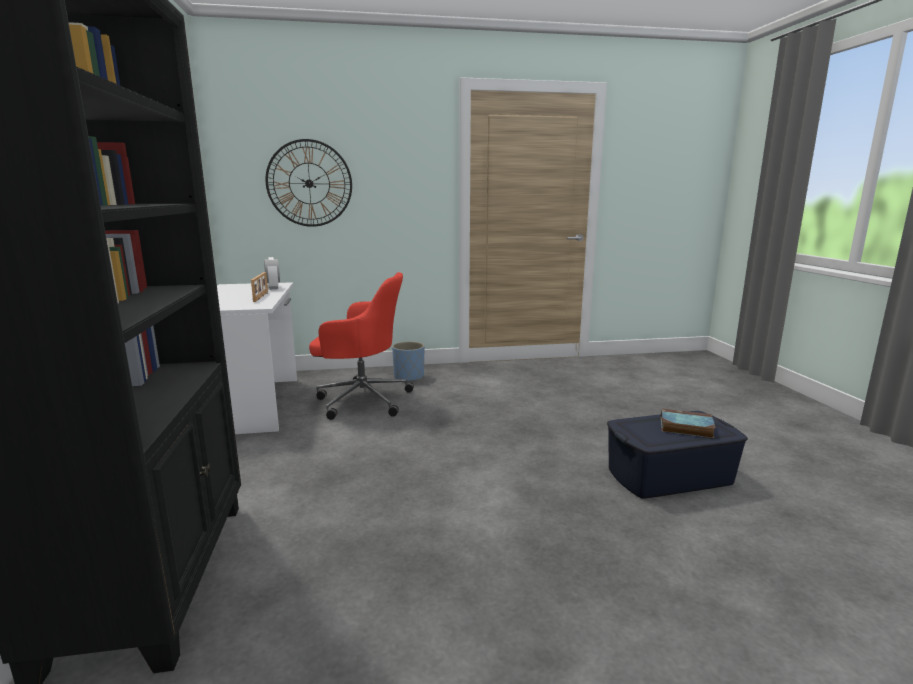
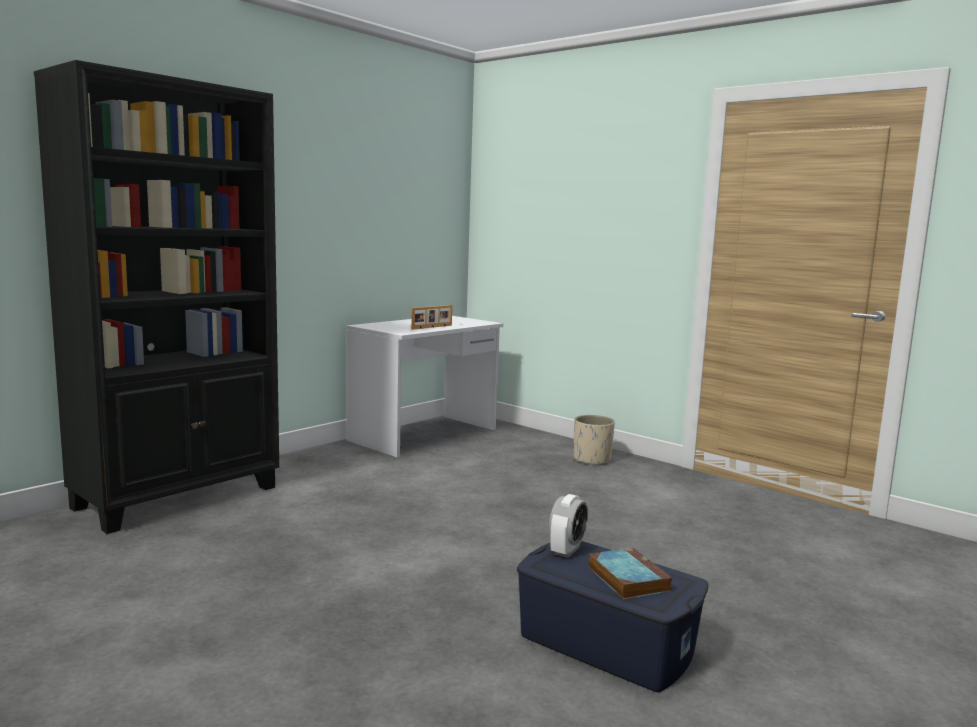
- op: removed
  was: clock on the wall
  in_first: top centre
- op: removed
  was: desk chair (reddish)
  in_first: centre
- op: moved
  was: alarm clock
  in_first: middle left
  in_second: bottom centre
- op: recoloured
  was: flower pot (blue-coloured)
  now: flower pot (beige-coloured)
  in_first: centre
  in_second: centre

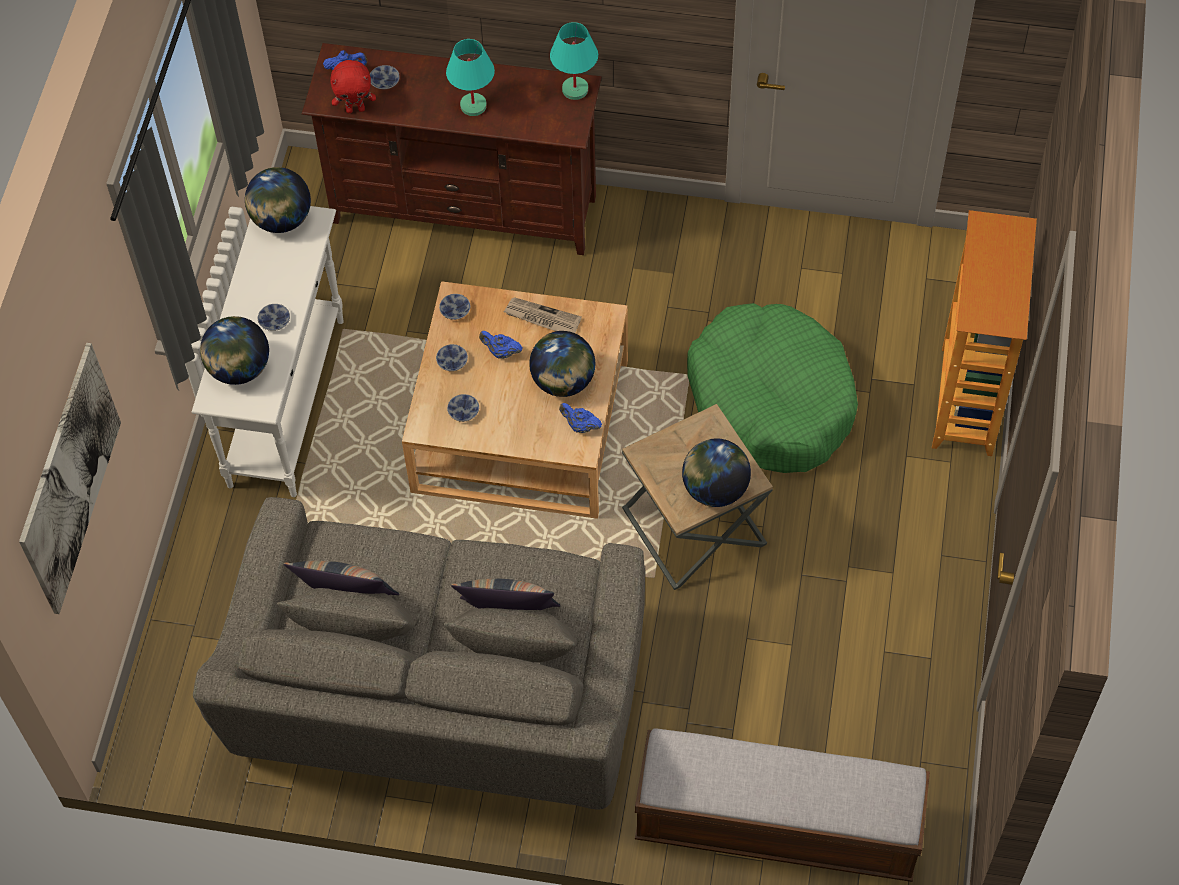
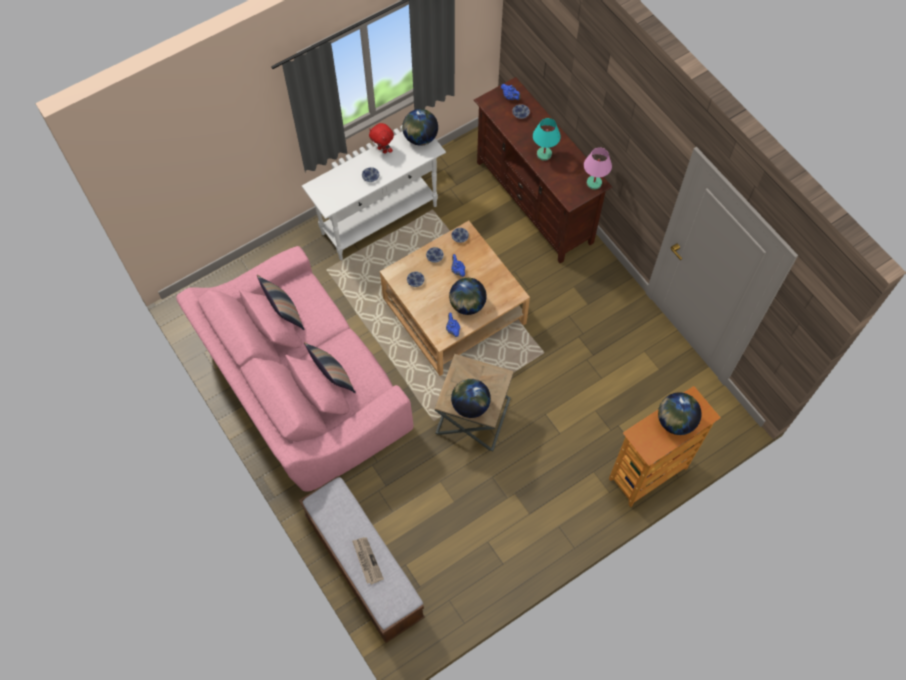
- op: removed
  was: picture
  in_first: middle left
- op: removed
  was: pet bed (green)
  in_first: centre
- op: moved
  was: desk globe (1st from left in the first image)
  now: desk globe (4th from left)
  in_first: middle left
  in_second: middle right
- op: moved
  was: soft toy (reddish)
  in_first: top left
  in_second: top centre
- op: moved
  was: printed paper
  in_first: centre
  in_second: bottom centre
- op: recoloured
  was: settee (greyish)
  now: settee (pink-coloured)
  in_first: bottom centre
  in_second: middle left
- op: recoloured
  was: lamp for a table (turquoise-coloured) (2nd from left)
  now: lamp for a table (pink-coloured)
  in_first: top centre
  in_second: top centre

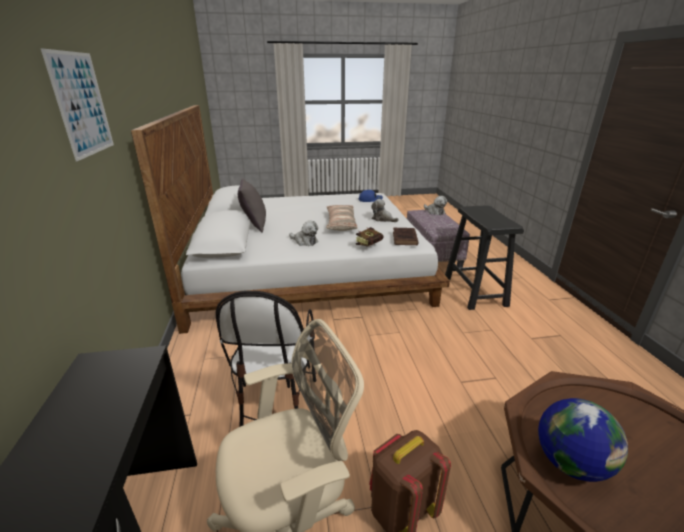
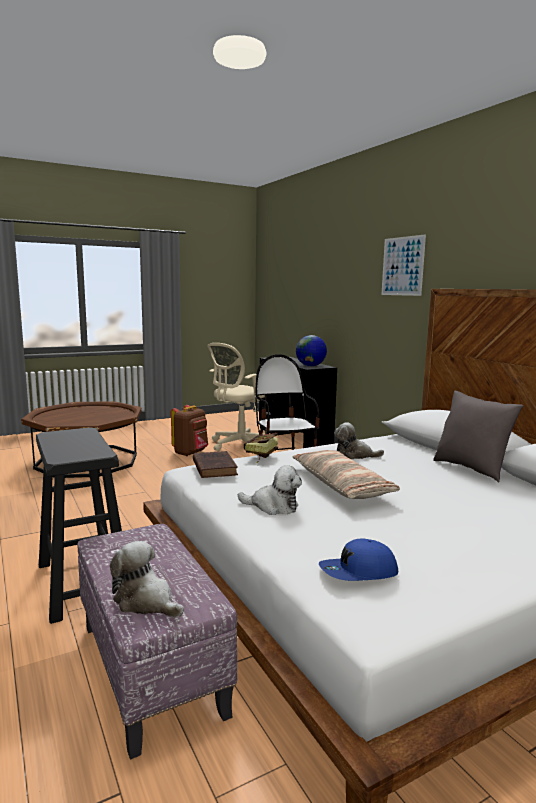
- op: moved
  was: desk globe
  in_first: bottom right
  in_second: centre

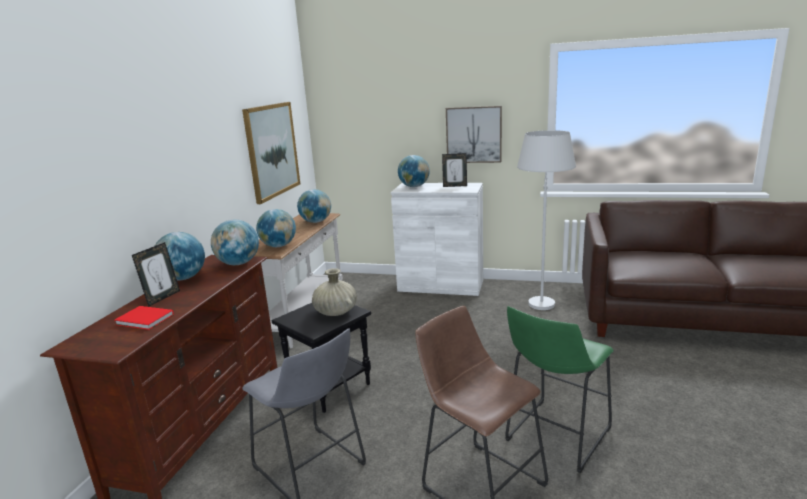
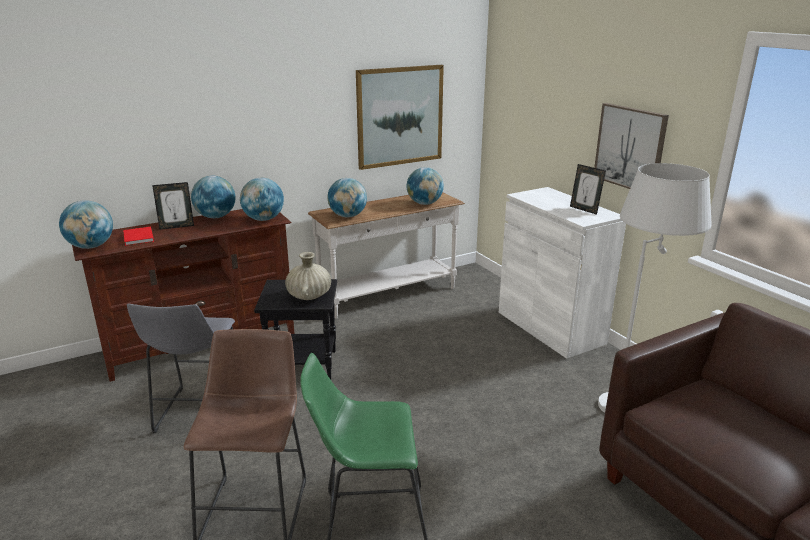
- op: moved
  was: desk globe (5th from left in the first image)
  now: desk globe (1st from left)
  in_first: centre
  in_second: middle left

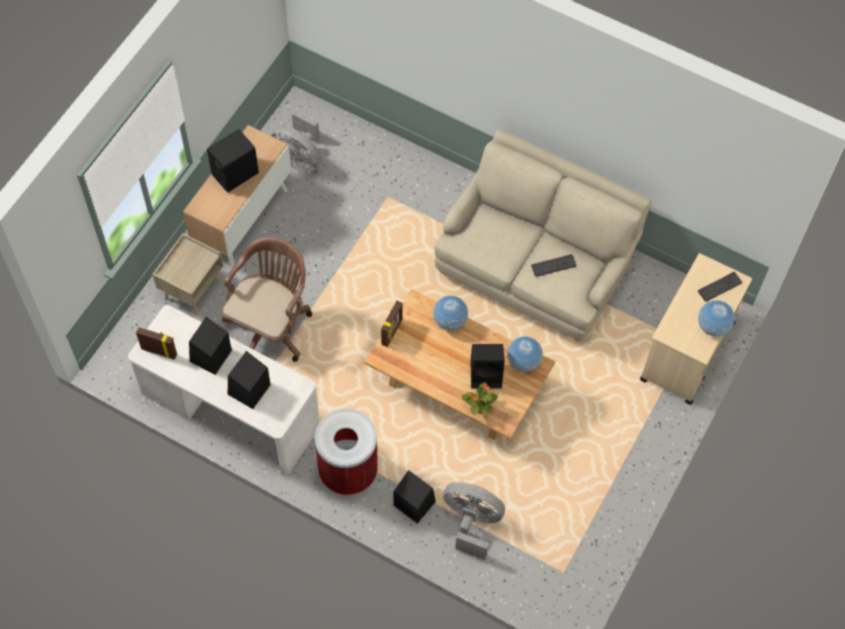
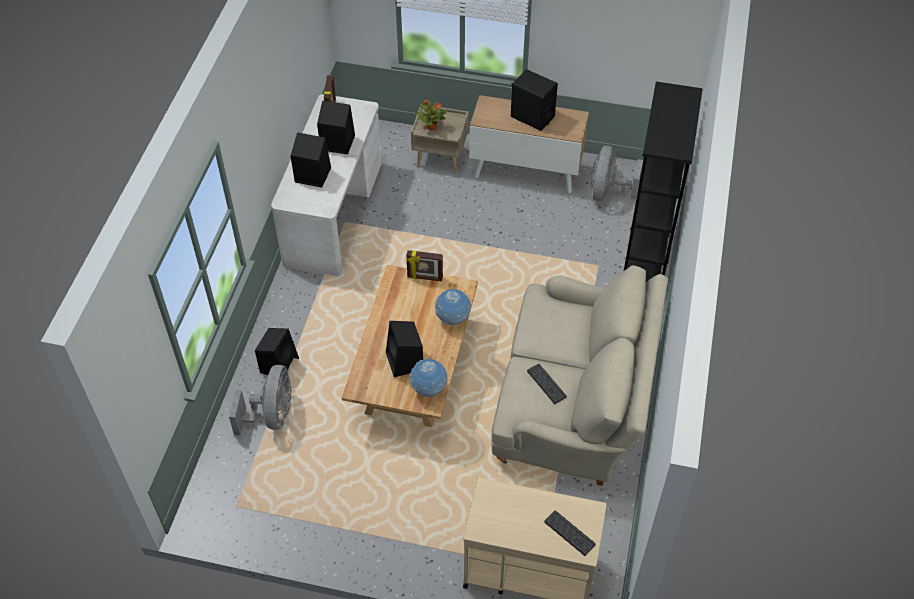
- op: removed
  was: desk chair (brown-coloured)
  in_first: middle left
- op: removed
  was: waste bin
  in_first: bottom centre
- op: removed
  was: desk globe (3rd from left)
  in_first: middle right
- op: added
  now: bookshelf (black-coloured)
  in_second: top right
- op: moved
  was: potted plant
  in_first: centre
  in_second: top centre

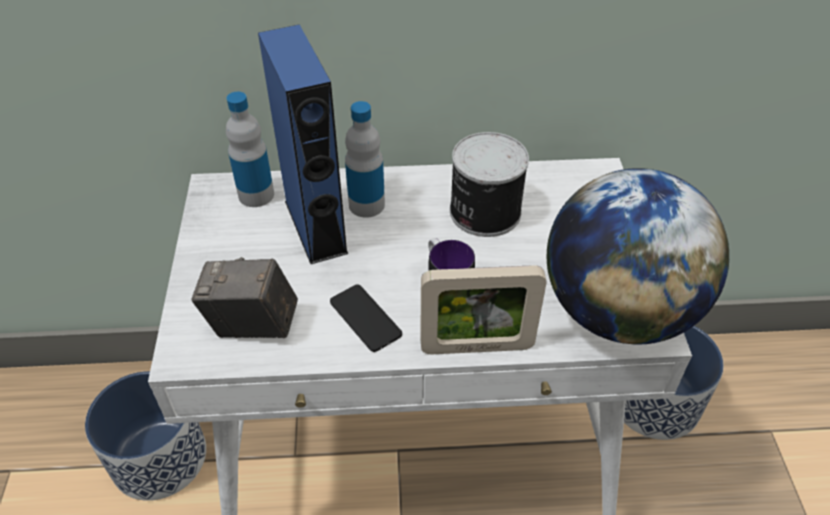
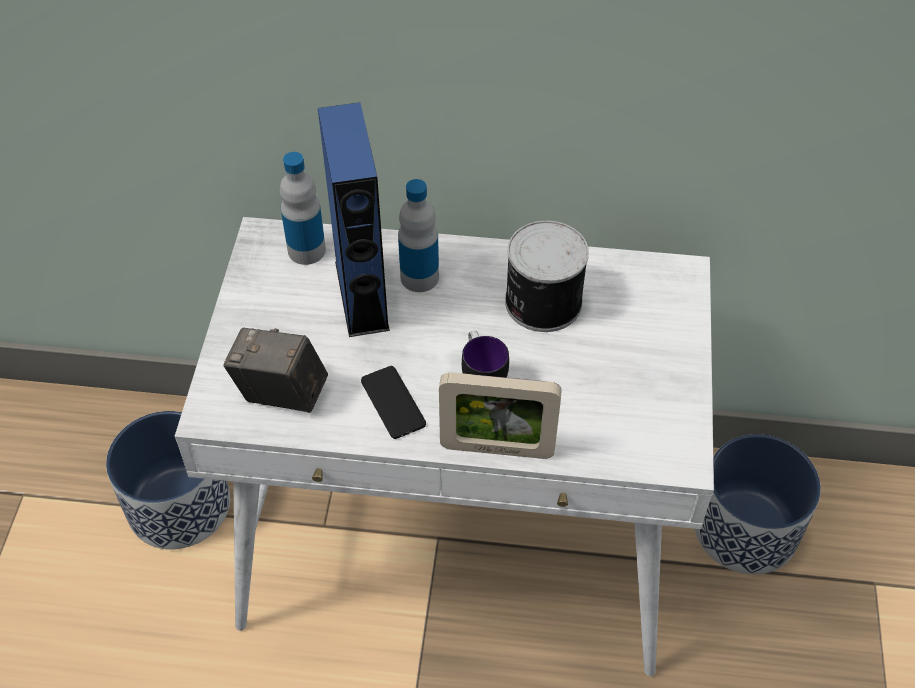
- op: removed
  was: desk globe
  in_first: middle right

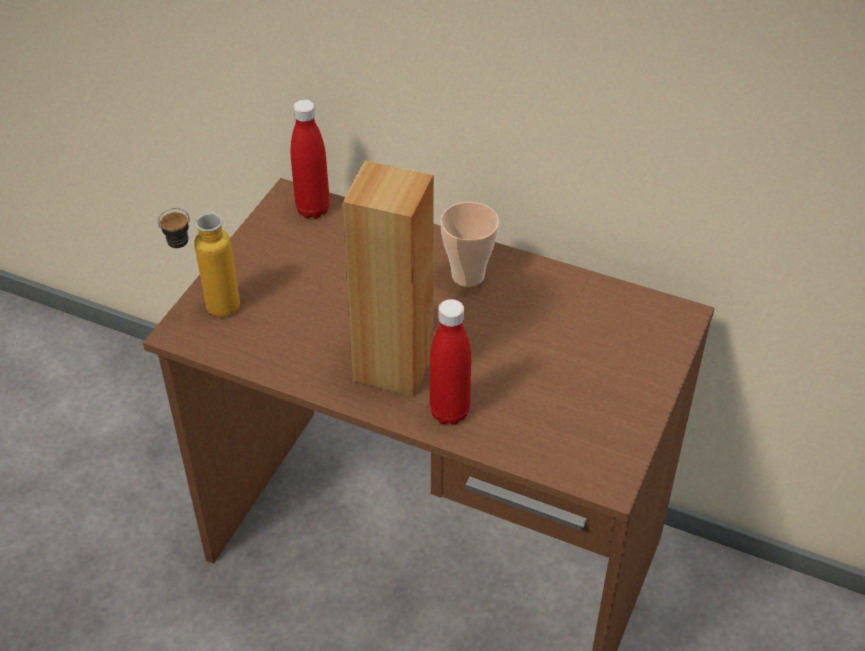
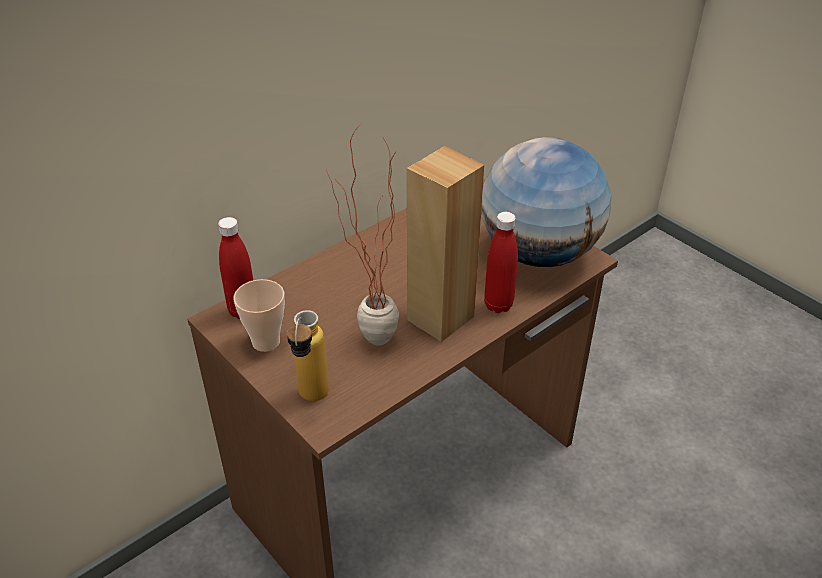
- op: added
  now: potted plant
  in_second: centre
- op: added
  now: desk globe
  in_second: centre
- op: moved
  was: drinking cup
  in_first: centre
  in_second: middle left

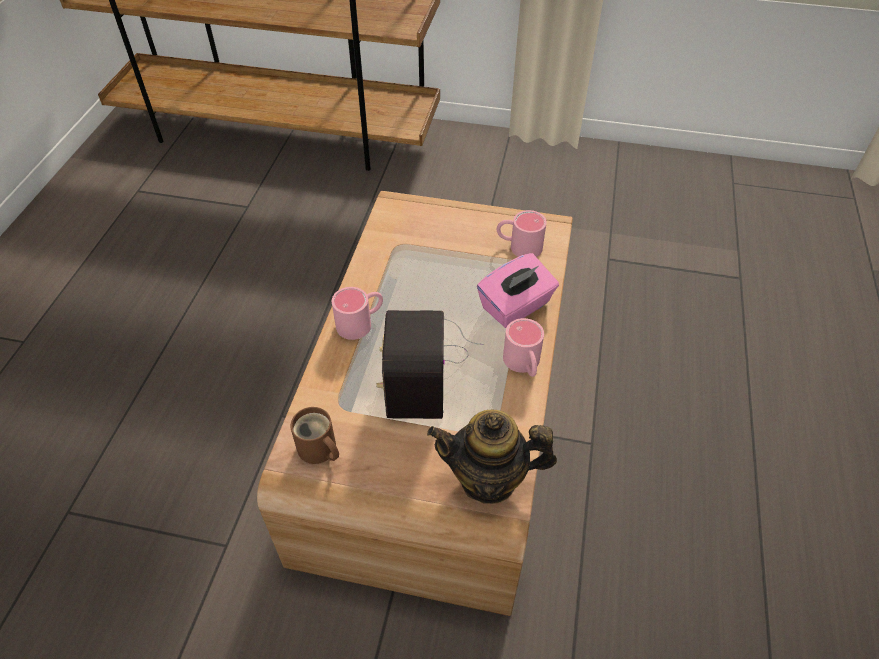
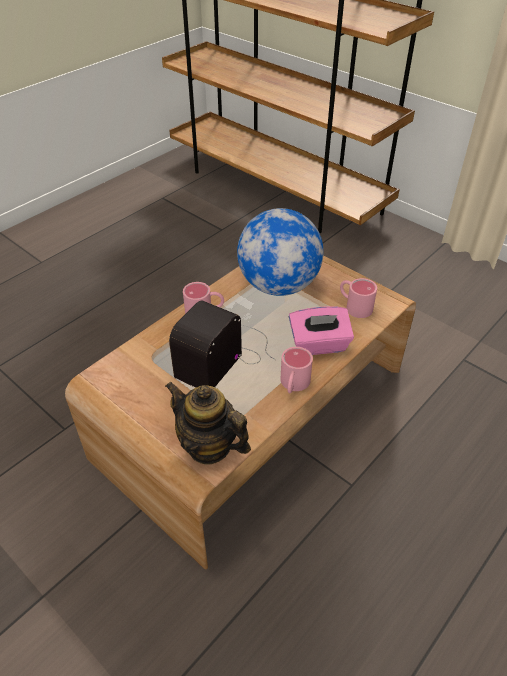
- op: removed
  was: tea mug (brown-coloured)
  in_first: centre
- op: added
  now: desk globe
  in_second: centre

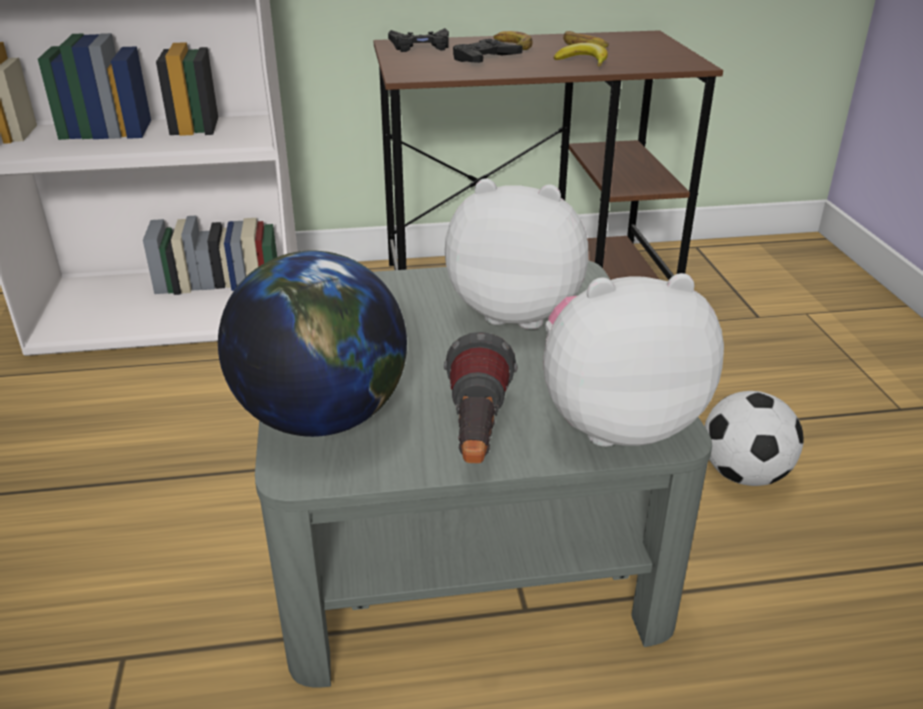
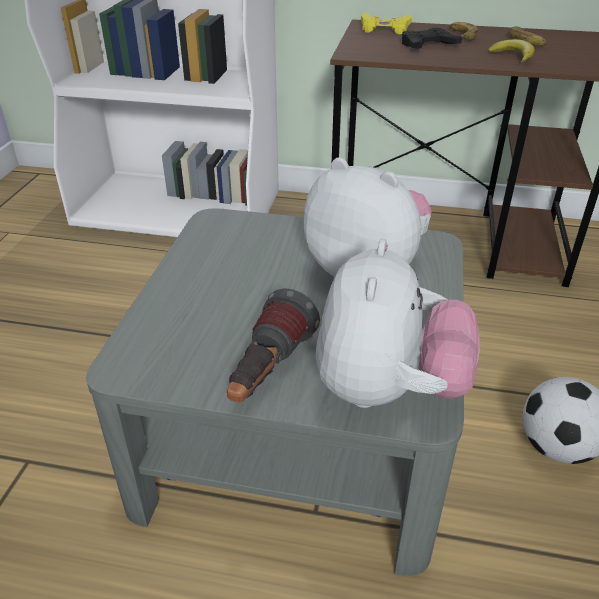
- op: removed
  was: desk globe
  in_first: centre
- op: recoloured
  was: gamepad (black-coloured) (1st from left)
  now: gamepad (yellow-coloured)
  in_first: top centre
  in_second: top centre
- op: turned
  was: soft toy (2nd from left)
  in_first: middle right
  in_second: centre
  clockwise: 90

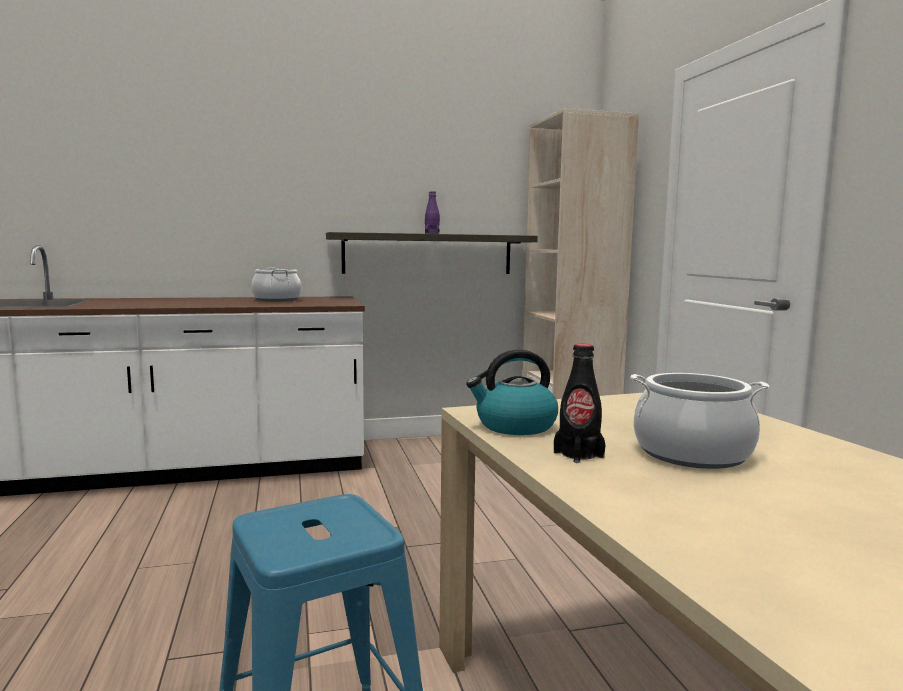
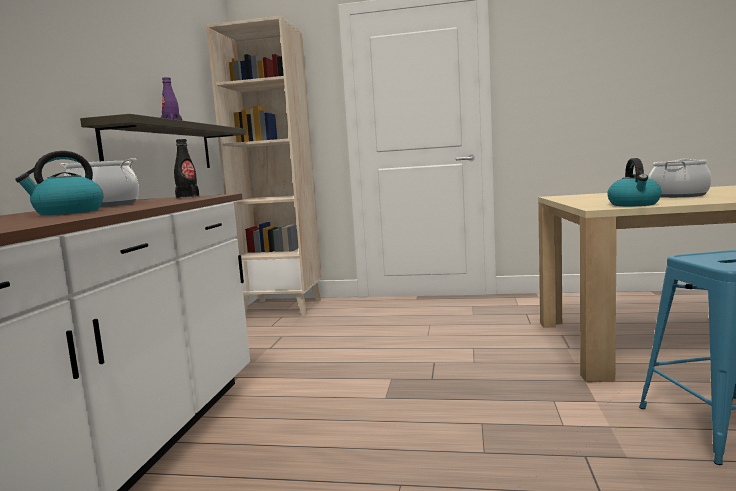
- op: added
  now: water kettle (1st from left)
  in_second: middle left
- op: moved
  was: beverage bottle (black-coloured)
  in_first: centre
  in_second: middle left

